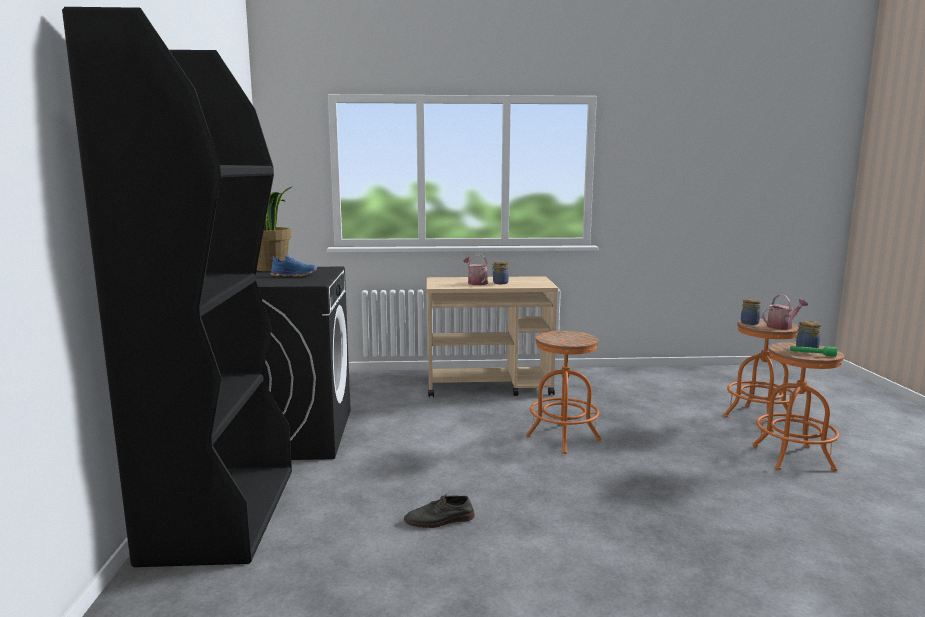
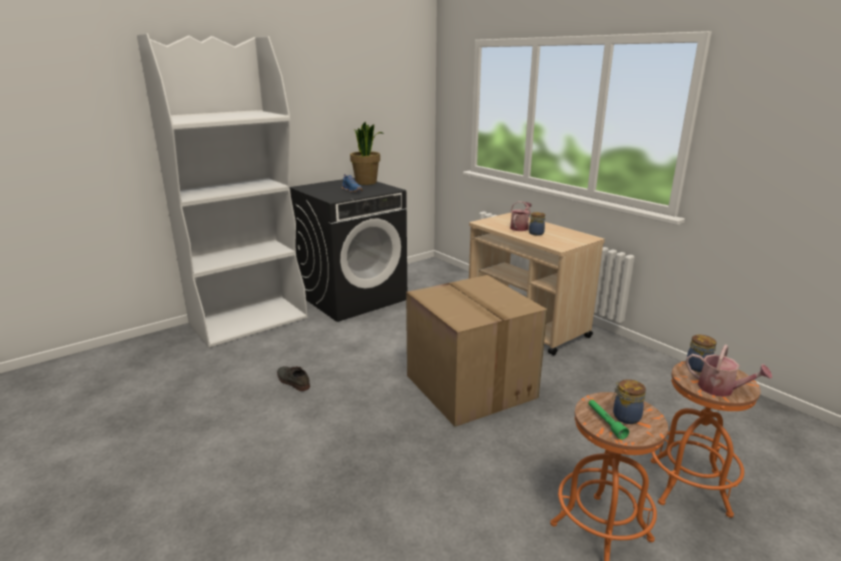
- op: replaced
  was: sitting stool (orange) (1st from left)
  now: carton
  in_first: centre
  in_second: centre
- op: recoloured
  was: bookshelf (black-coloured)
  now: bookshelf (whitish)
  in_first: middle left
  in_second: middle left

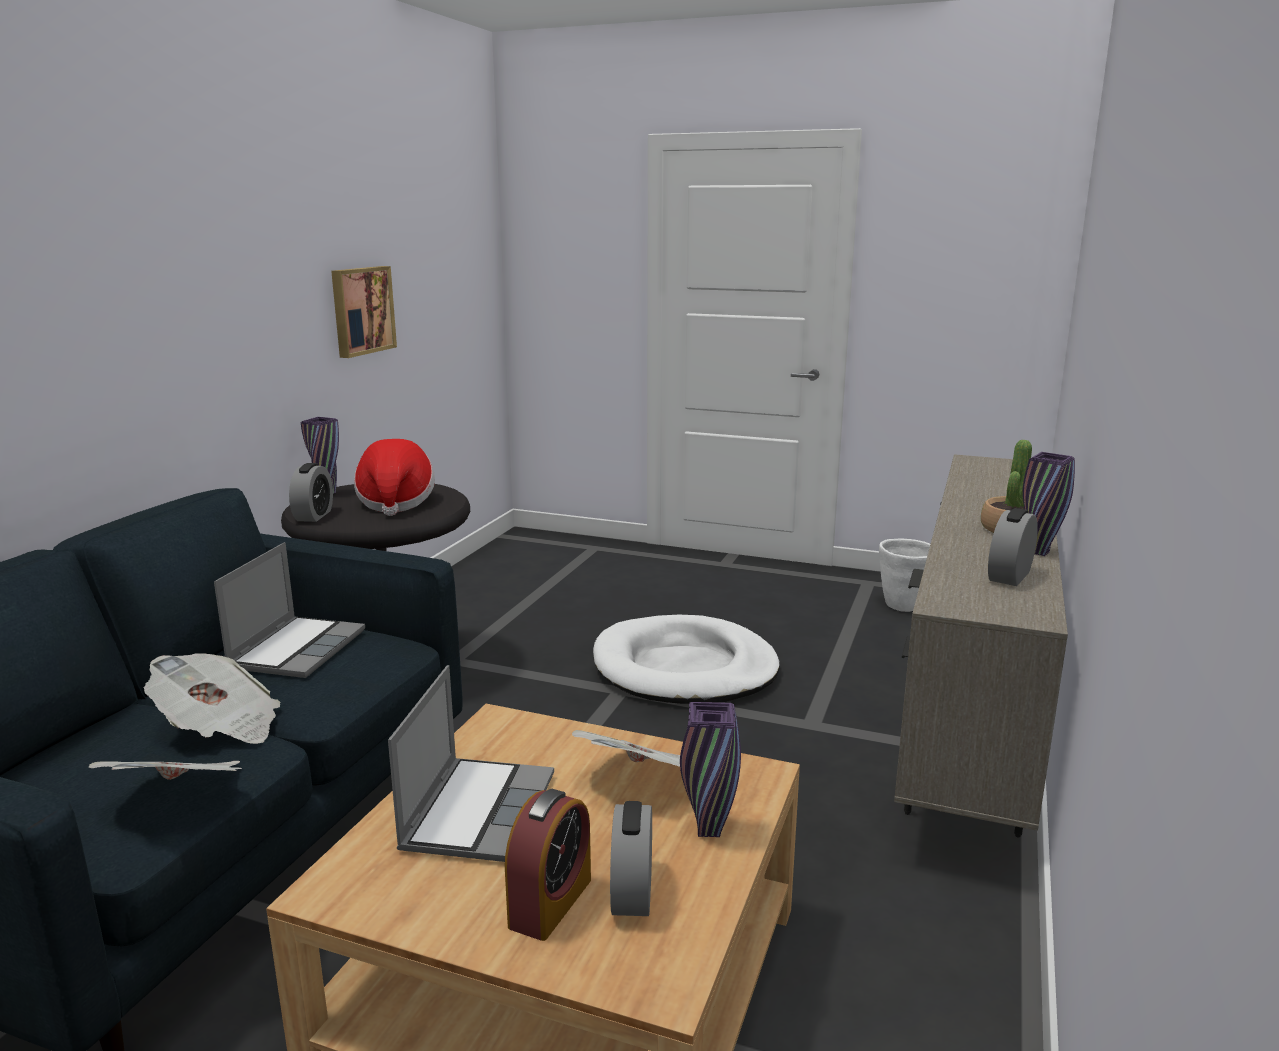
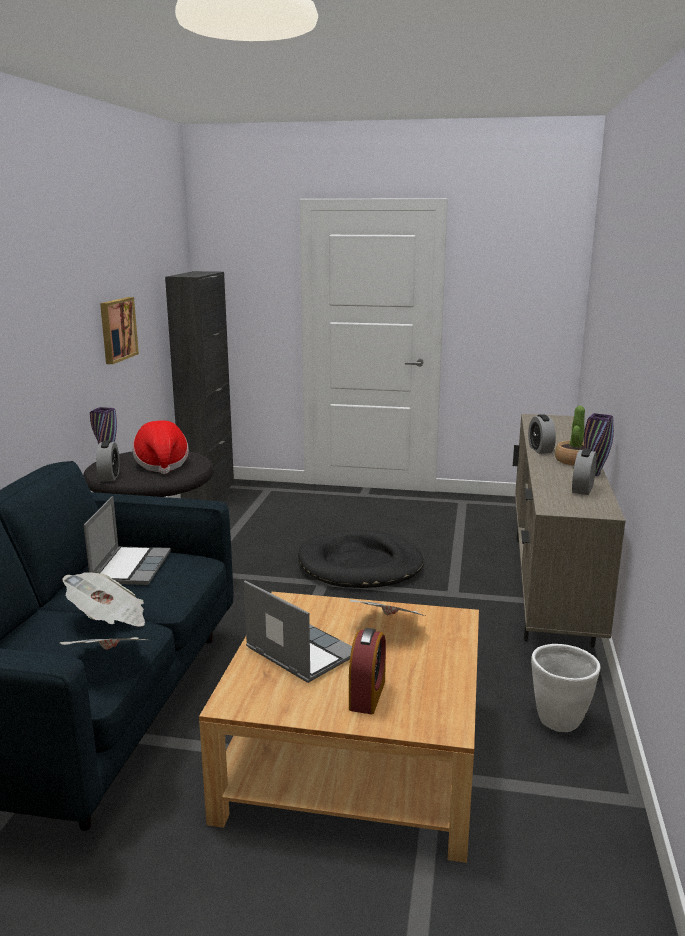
- op: removed
  was: flower vase (purple-coloured) (2nd from left)
  in_first: bottom centre
- op: added
  now: cabinet (black-coloured)
  in_second: middle left
- op: moved
  was: alarm clock (3rd from left)
  in_first: bottom centre
  in_second: middle right
- op: moved
  was: flower pot (whitish)
  in_first: middle right
  in_second: bottom right
- op: recoloured
  was: pet bed (whitish)
  now: pet bed (black-coloured)
  in_first: centre
  in_second: centre
- op: turned
  was: portable computer (2nd from left)
  in_first: bottom centre
  in_second: bottom centre
  clockwise: -45

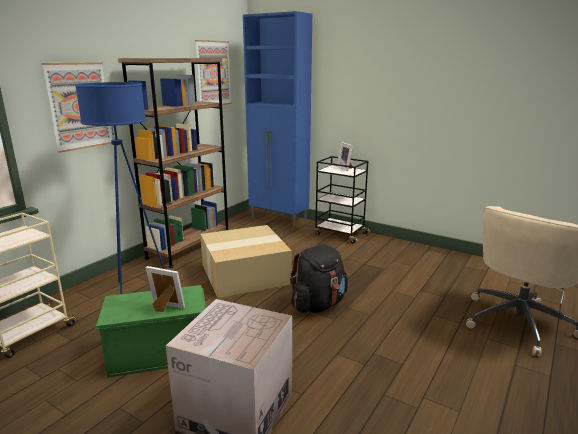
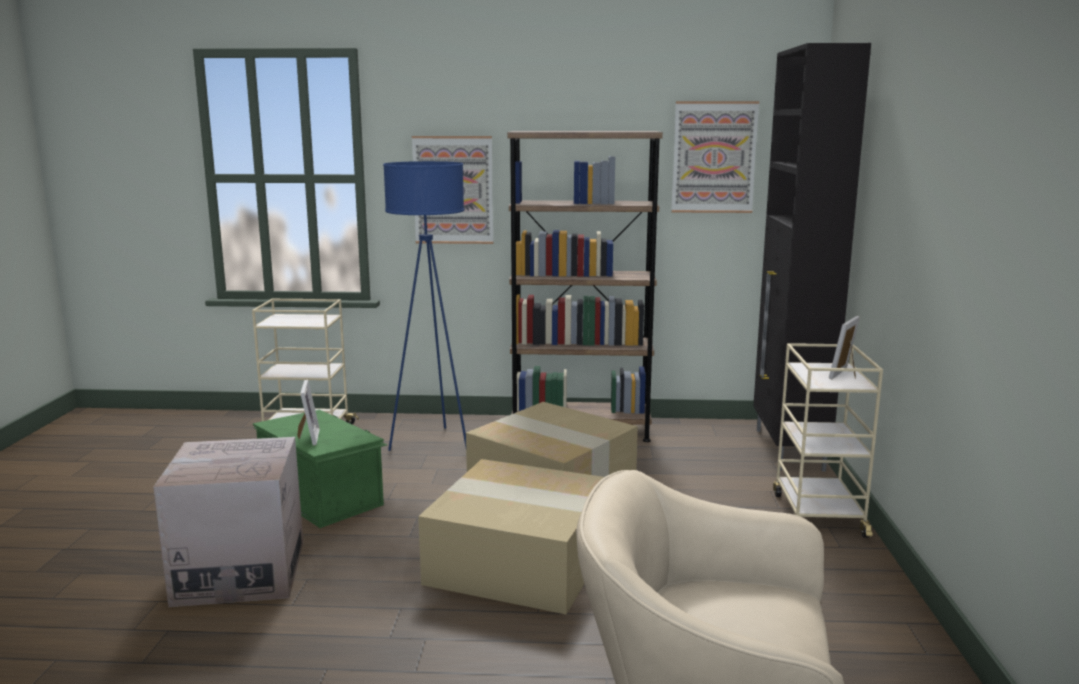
- op: replaced
  was: rucksack (black-coloured)
  now: carton (2nd from left)
  in_first: centre
  in_second: bottom centre
- op: recoloured
  was: cabinet (blue-coloured)
  now: cabinet (black-coloured)
  in_first: top centre
  in_second: middle right
- op: recoloured
  was: wheeled cart (black-coloured)
  now: wheeled cart (beige-coloured) (2nd from left)
  in_first: centre
  in_second: middle right

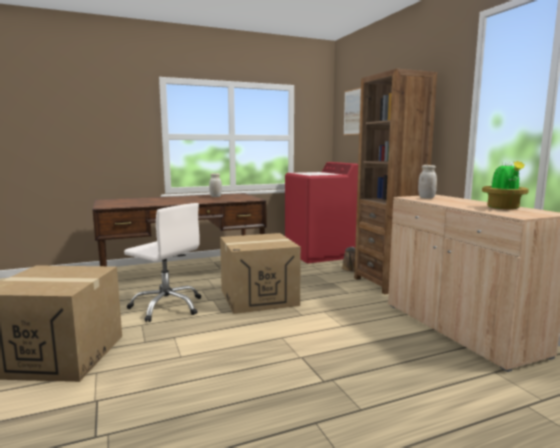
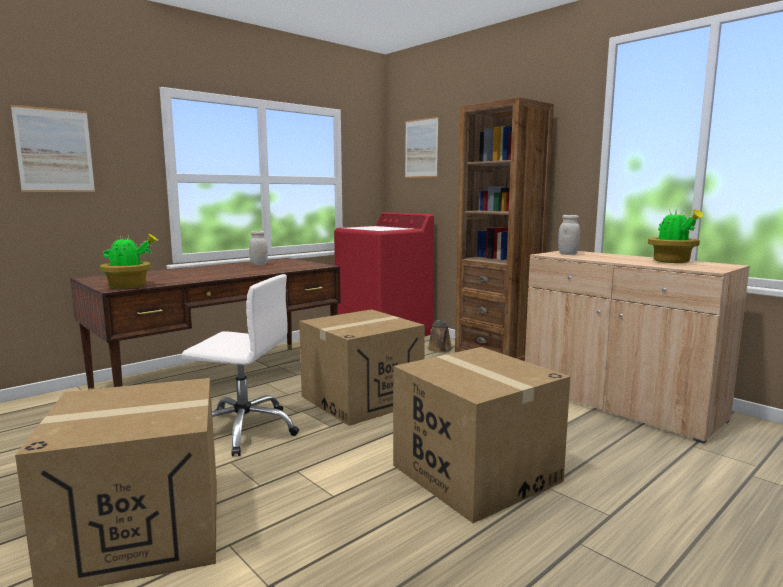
- op: added
  now: picture (1st from left)
  in_second: top left
- op: added
  now: potted plant (1st from left)
  in_second: middle left
- op: added
  now: carton (3rd from left)
  in_second: bottom centre

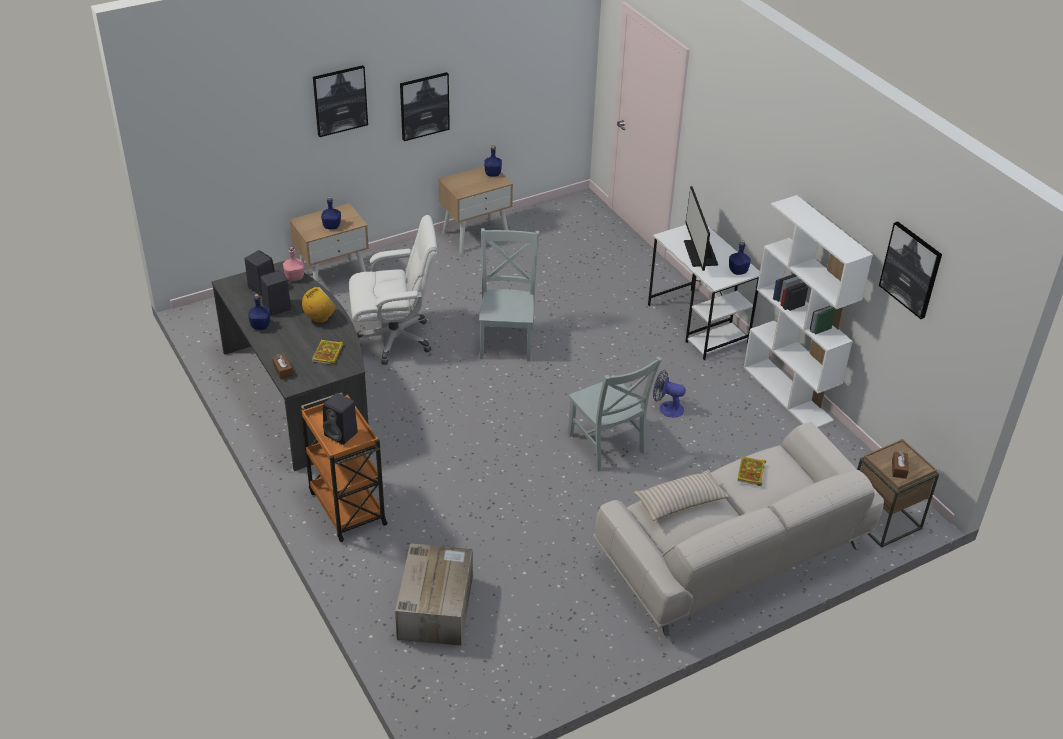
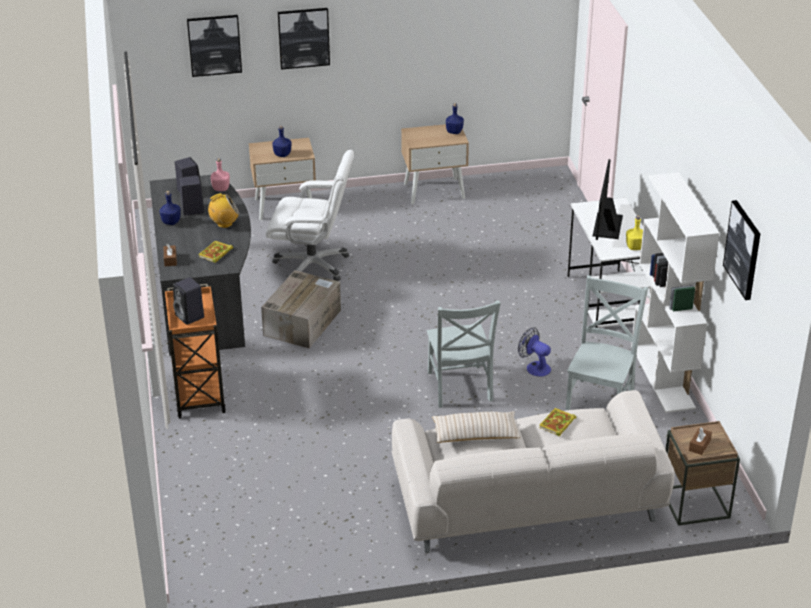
- op: moved
  was: carton
  in_first: bottom centre
  in_second: centre
- op: moved
  was: picture (2nd from left in the first image)
  now: picture (1st from left)
  in_first: top centre
  in_second: top left
- op: moved
  was: upright chair (greyish) (1st from left in the first image)
  now: upright chair (greyish) (2nd from left)
  in_first: centre
  in_second: middle right
- op: recoloured
  was: beverage bottle (blue-coloured) (4th from left)
  now: beverage bottle (yellow-coloured)
  in_first: middle right
  in_second: middle right

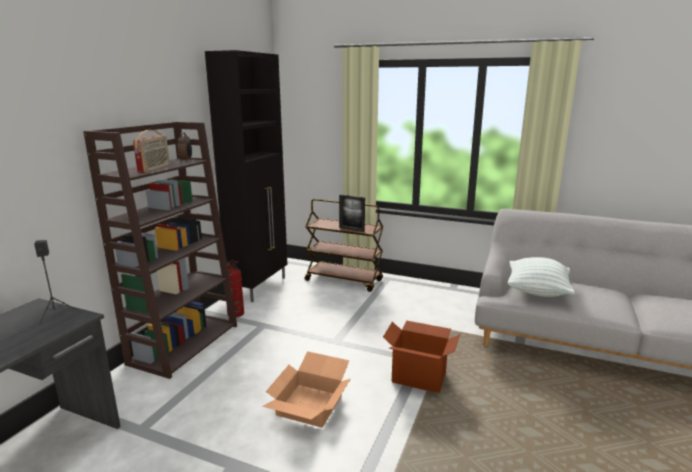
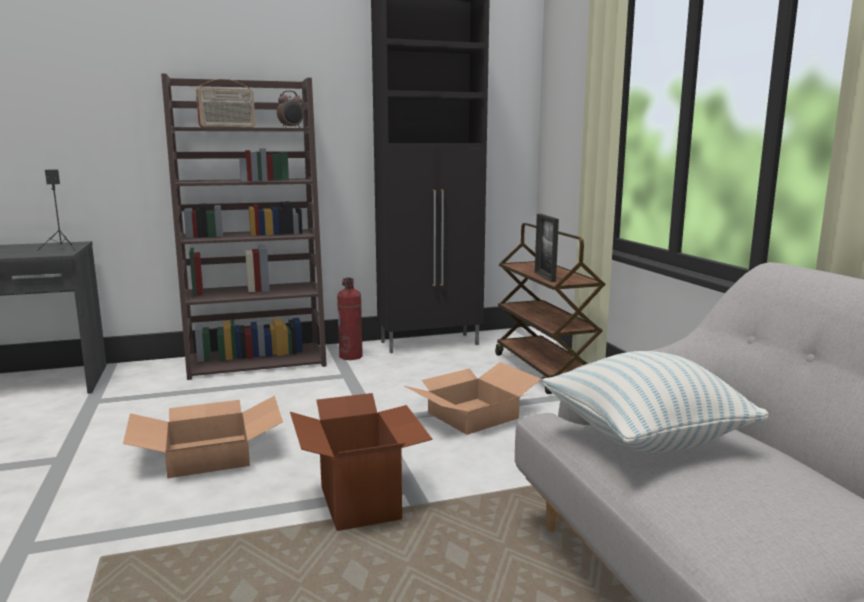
- op: added
  now: carton (3rd from left)
  in_second: centre

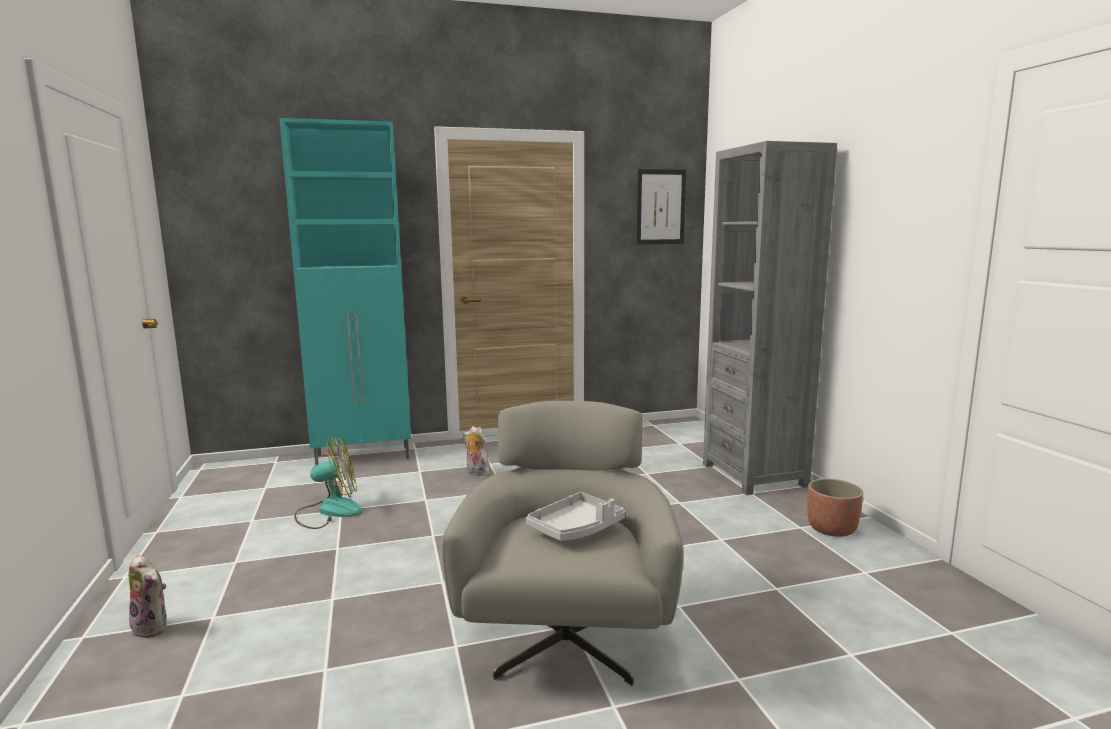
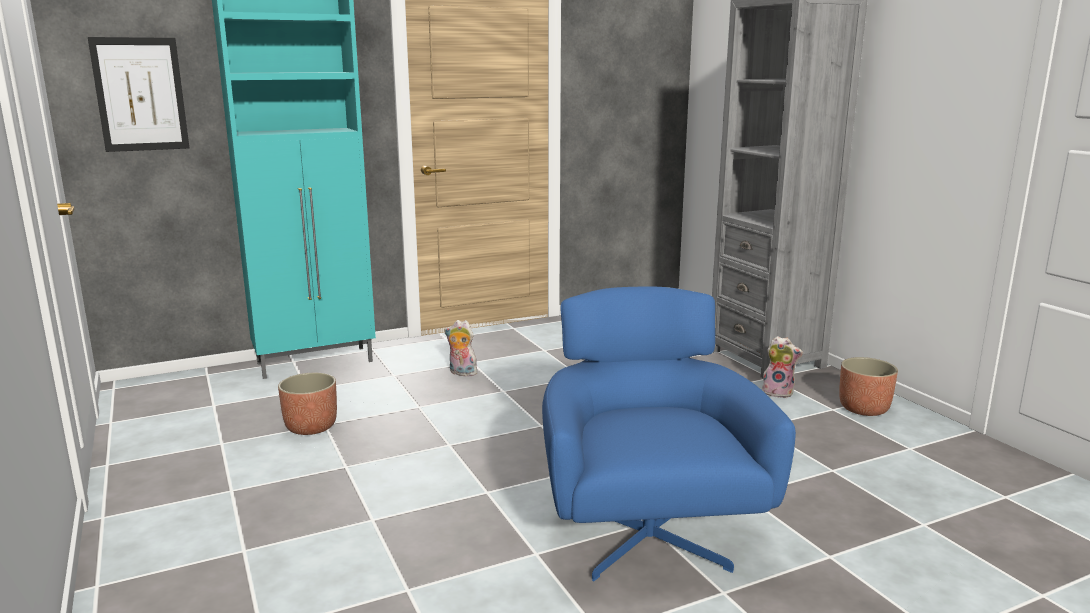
- op: removed
  was: serving tray (greyish)
  in_first: bottom centre
- op: moved
  was: soft toy (1st from left in the first image)
  now: soft toy (2nd from left)
  in_first: bottom left
  in_second: middle right
- op: moved
  was: picture
  in_first: top centre
  in_second: top left
- op: replaced
  was: cooling fan
  now: flower pot (1st from left)
  in_first: middle left
  in_second: middle left
- op: recoloured
  was: armchair (greyish)
  now: armchair (blue-coloured)
  in_first: bottom centre
  in_second: bottom centre

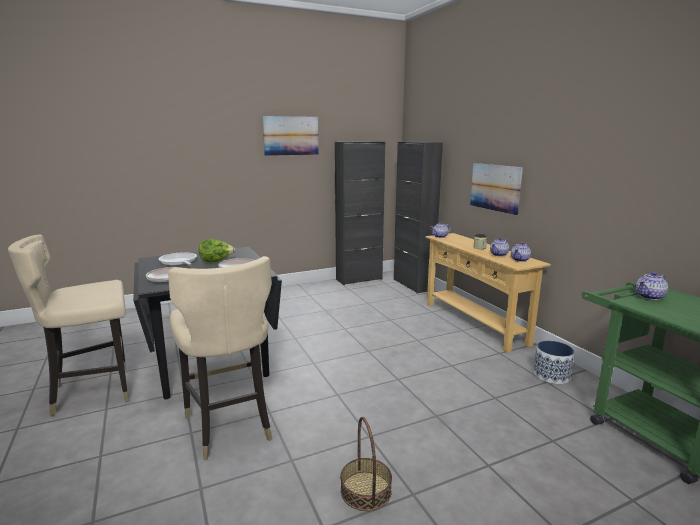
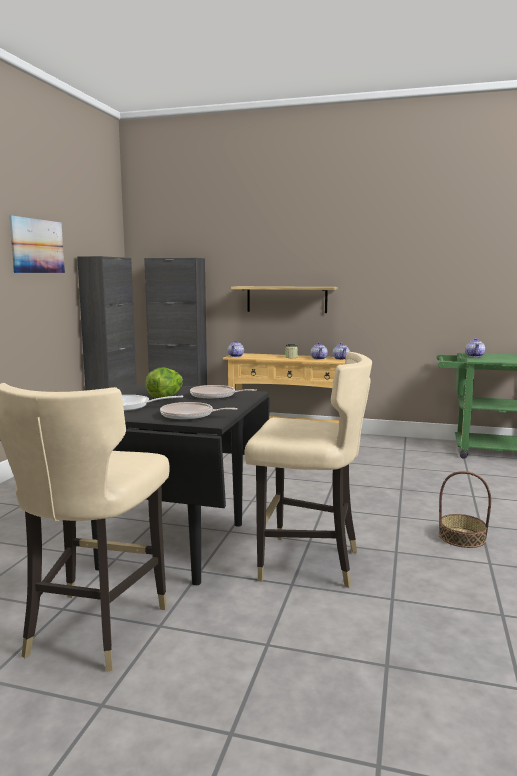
- op: removed
  was: flower pot
  in_first: bottom right
- op: replaced
  was: picture (2nd from left)
  now: wall shelf
  in_first: middle right
  in_second: centre

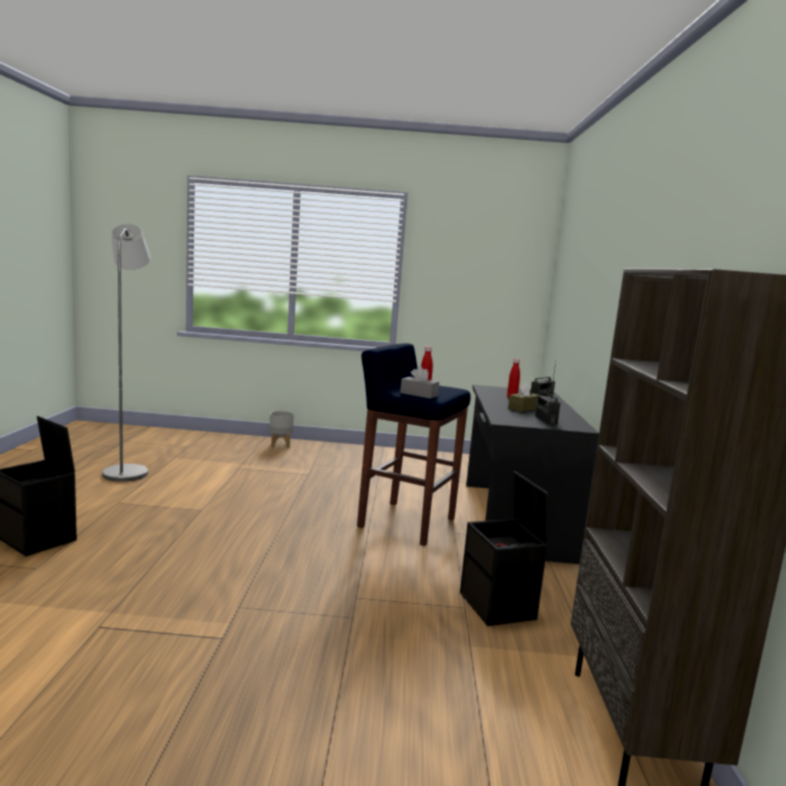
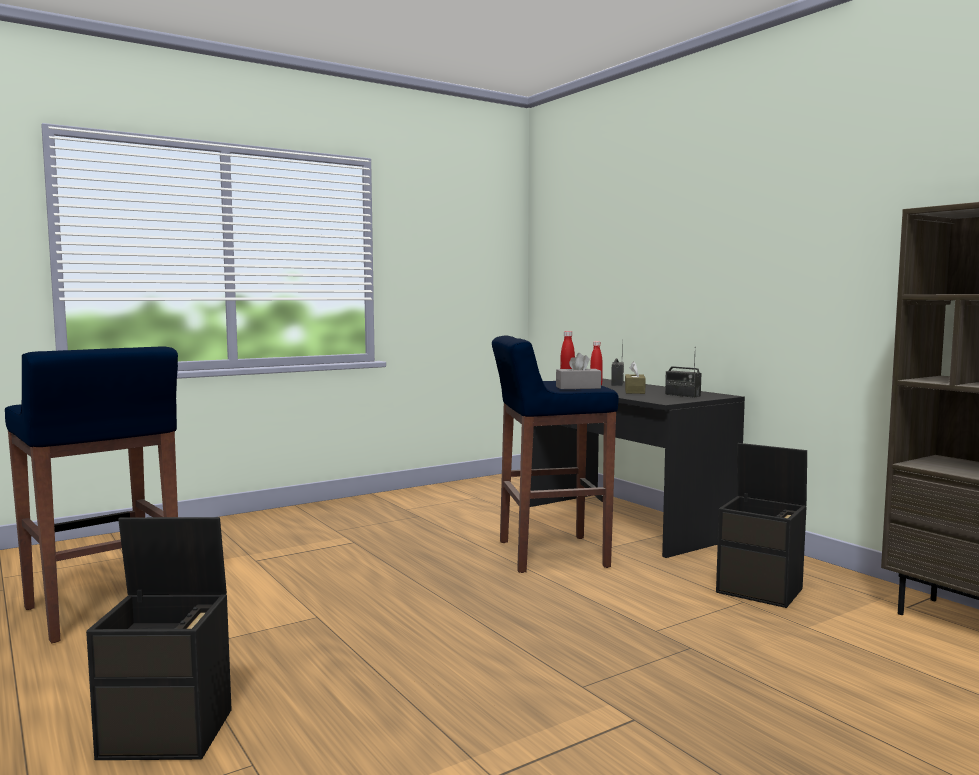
- op: removed
  was: flower pot (greyish)
  in_first: centre
- op: replaced
  was: floor lamp (greyish)
  now: sitting stool (blue-coloured) (1st from left)
  in_first: middle left
  in_second: middle left

